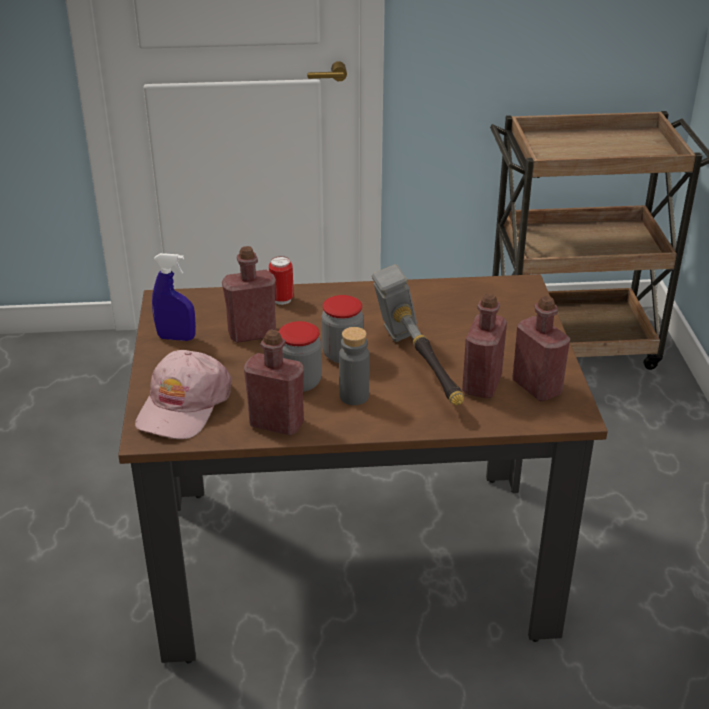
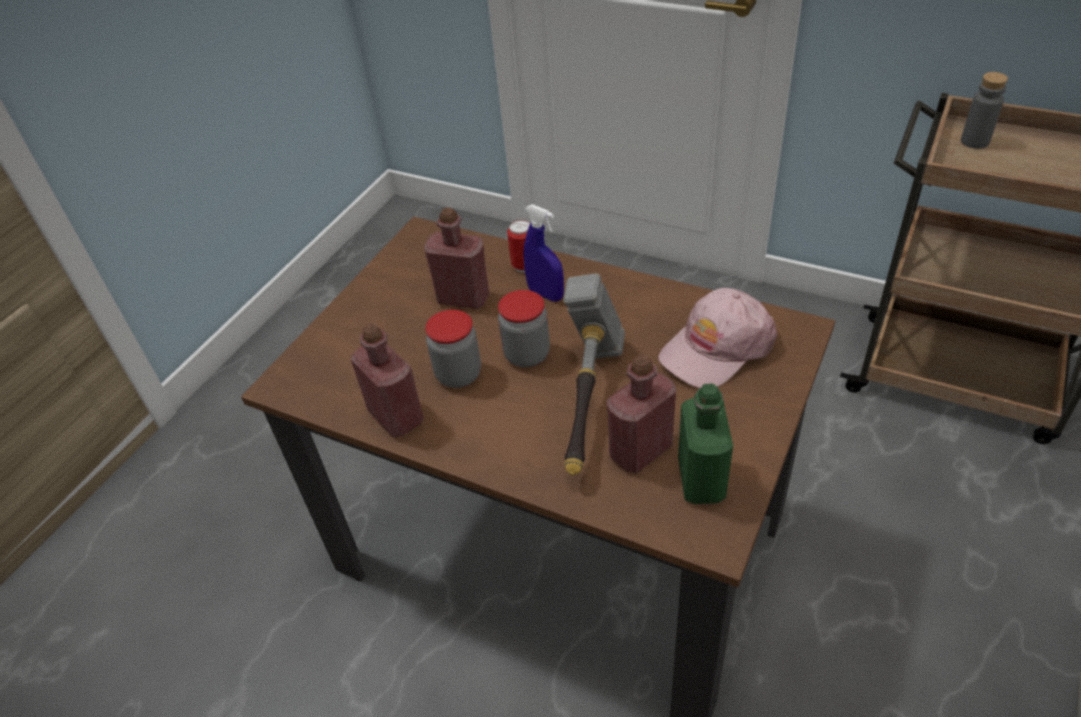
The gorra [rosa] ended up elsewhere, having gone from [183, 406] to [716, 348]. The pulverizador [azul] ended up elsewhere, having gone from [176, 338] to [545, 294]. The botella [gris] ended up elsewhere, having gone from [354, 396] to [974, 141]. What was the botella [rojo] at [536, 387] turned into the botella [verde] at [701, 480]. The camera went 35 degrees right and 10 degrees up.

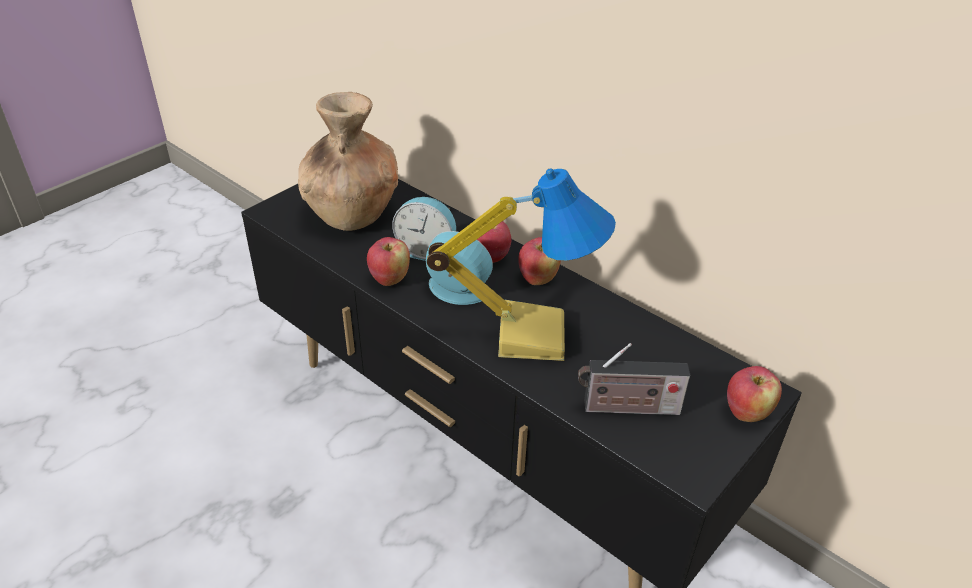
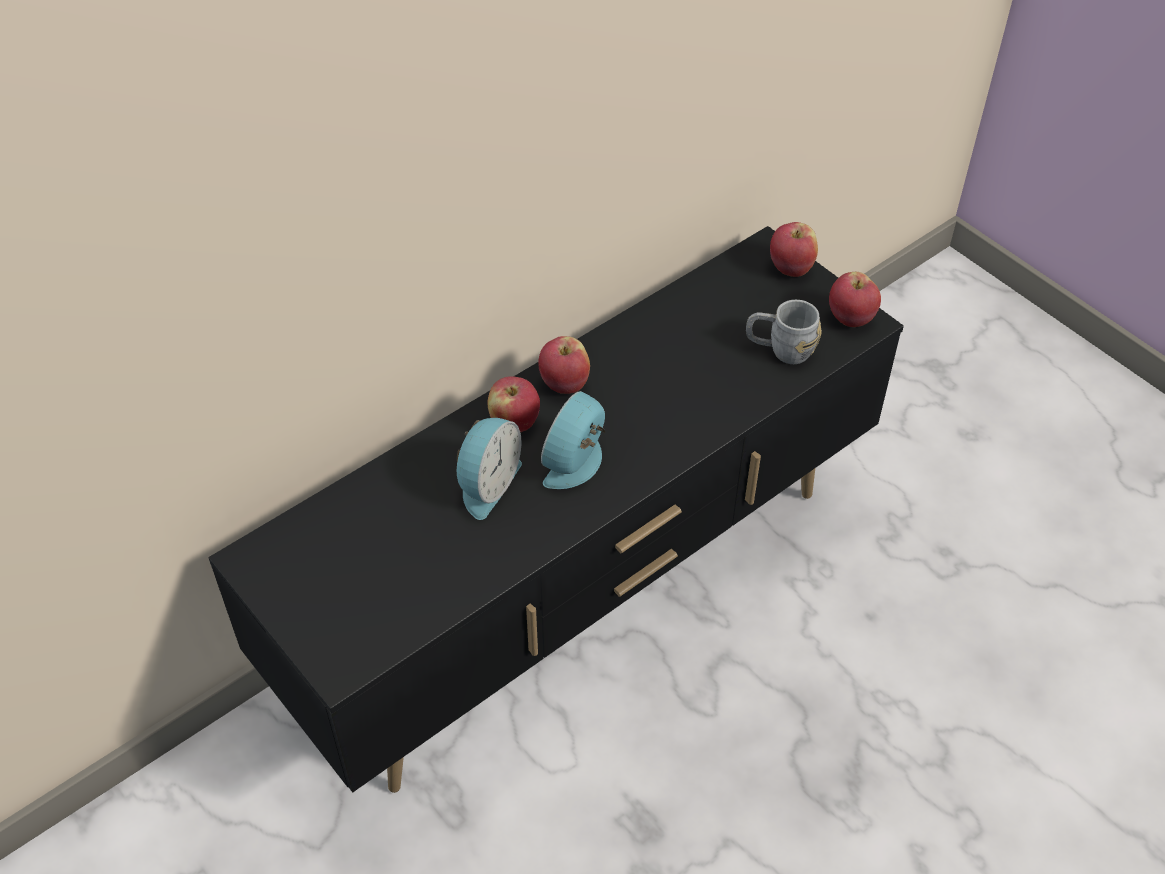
The second view lost the florero [marrón] at [352, 212]. The second view lost the lámpara de mesa at [530, 334]. The manzana ended up elsewhere, having gone from [389, 278] to [850, 318]. Where the radio stood at [627, 408], the taza grande [gris] came to stand at [780, 350]. The camera went 80 degrees left and 10 degrees up.

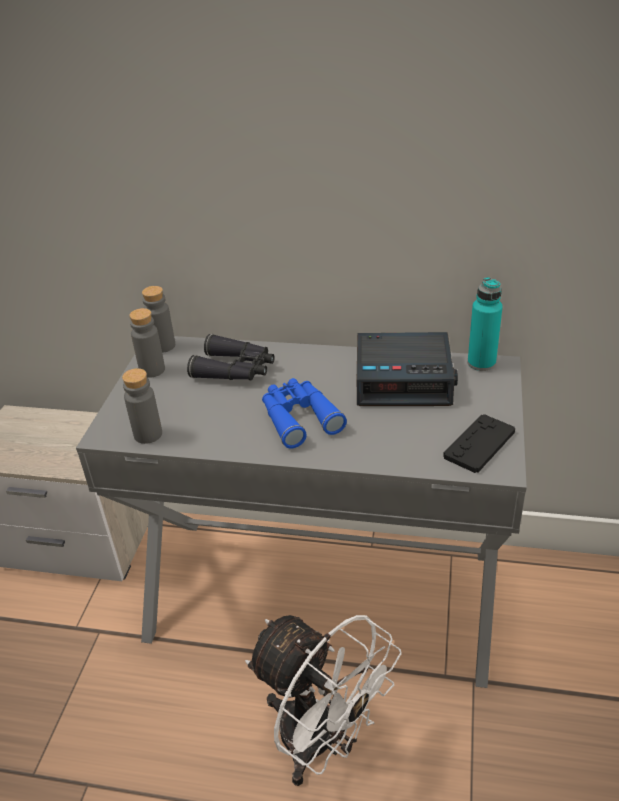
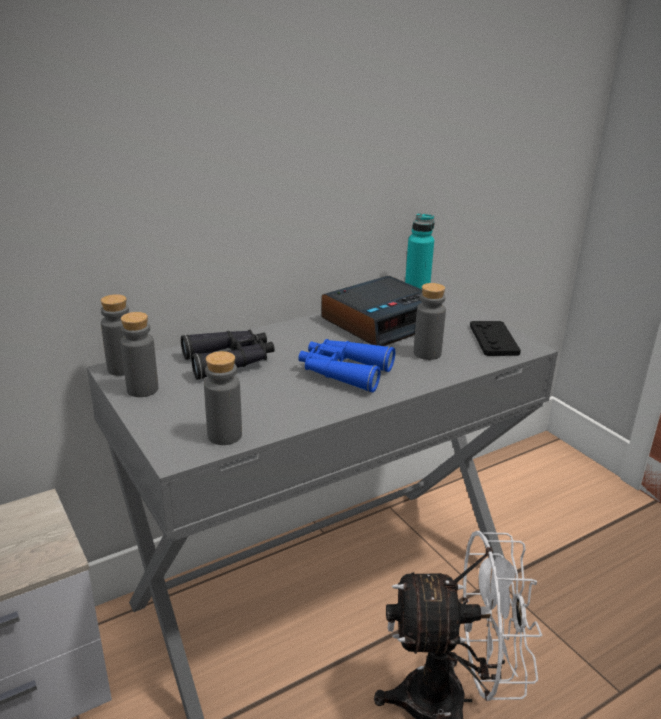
The second view gained the botella [gris] at [427, 353]. The camera went 45 degrees left and 10 degrees down.

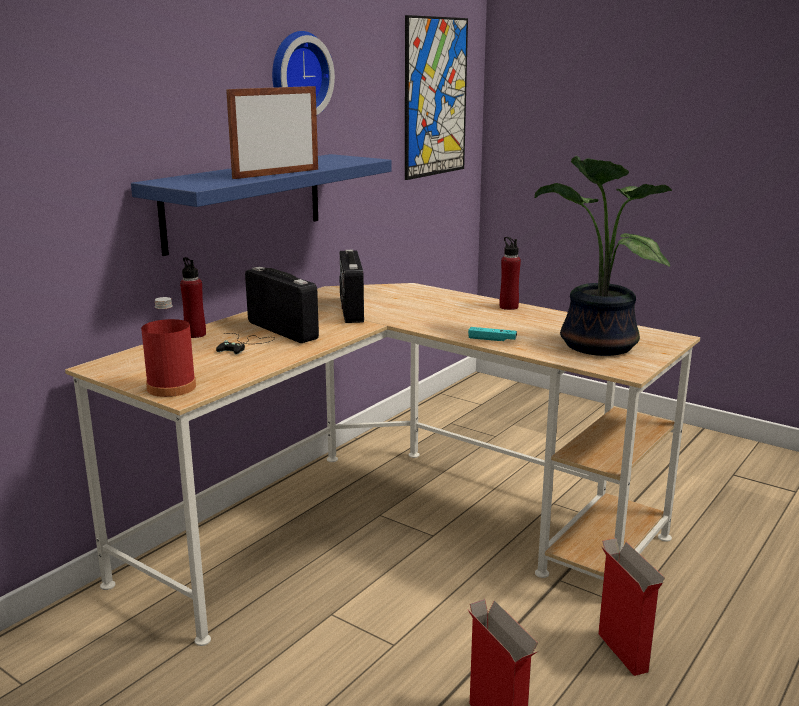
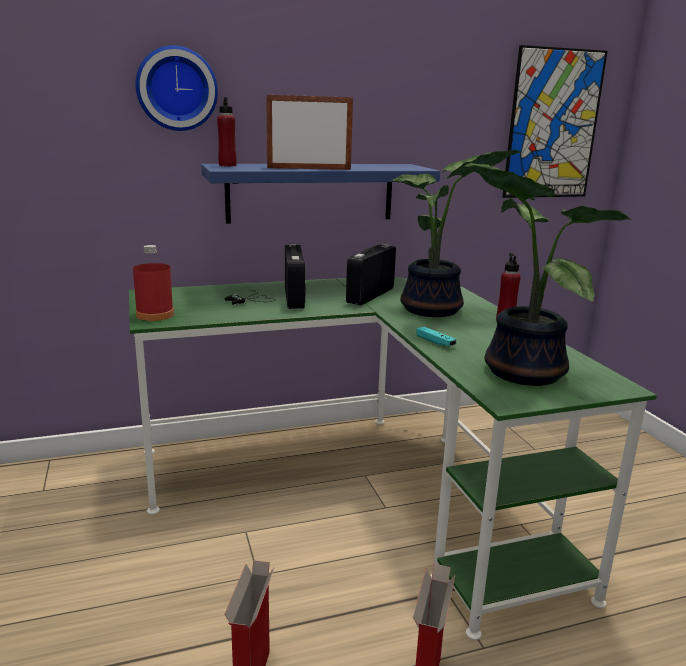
The second view gained the planta en maceta at [434, 310]. The botella [rojo] ended up elsewhere, having gone from [195, 334] to [227, 165]. The reloj de pared ended up elsewhere, having gone from [297, 76] to [176, 89]. What was the escritorio [beis] at [390, 526] turned into the escritorio [verde] at [362, 487]. The camera went 35 degrees right and 0 degrees up.

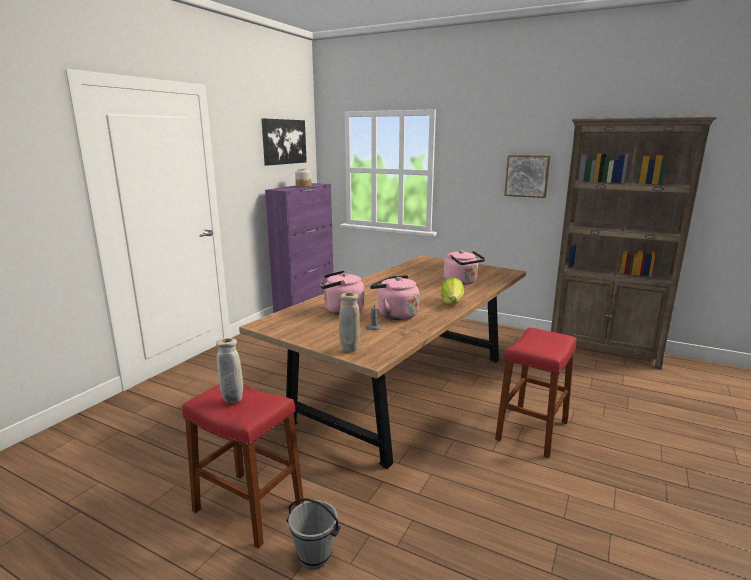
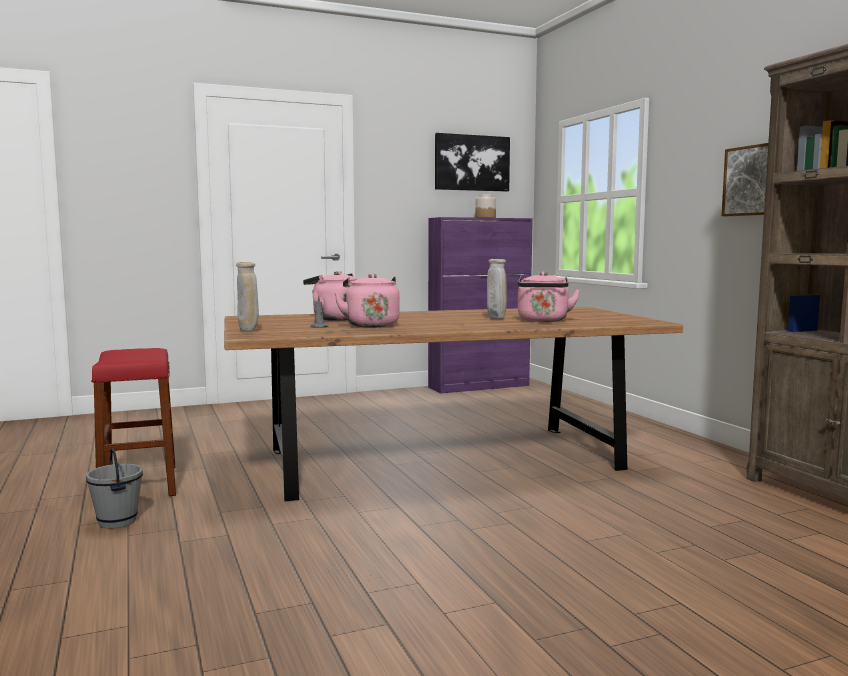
The second view lost the lechuga at [452, 303]. The second view lost the taburete [rojo] at [532, 431]. The florero [beis] ended up elsewhere, having gone from [232, 401] to [496, 318]. The camera went 40 degrees right and 10 degrees down.

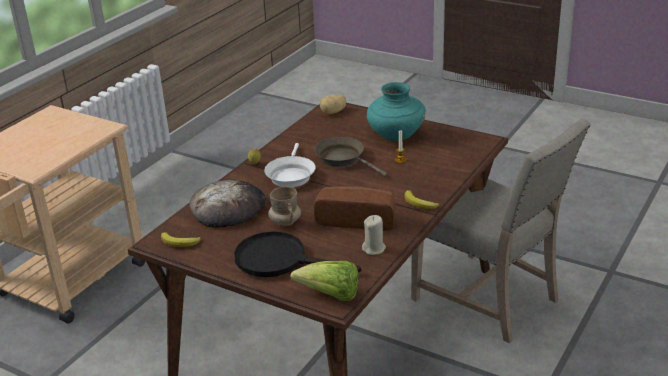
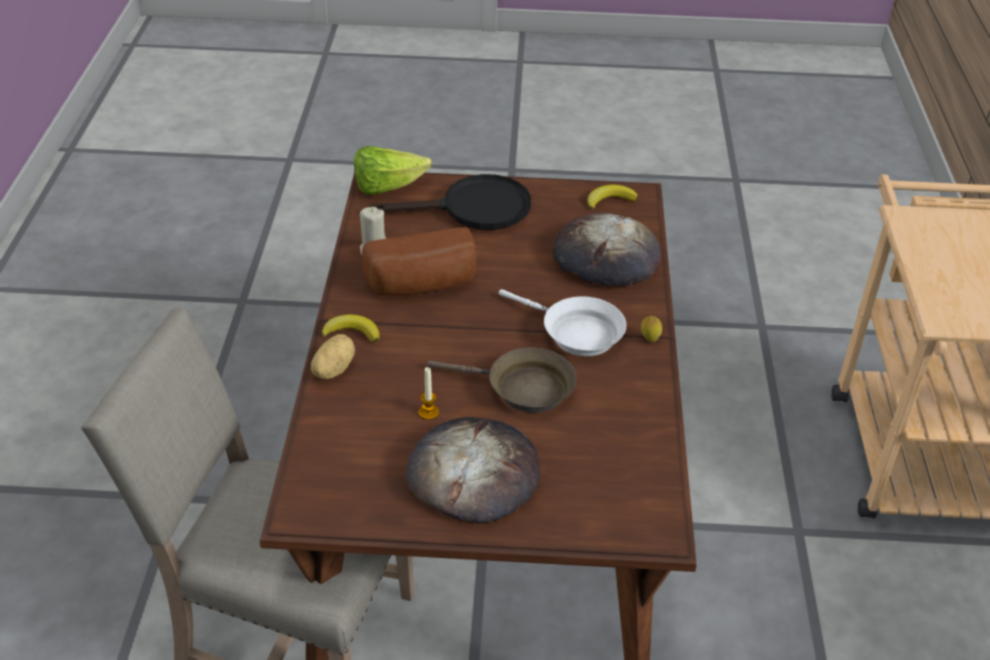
The second view lost the taza grande [beis] at [285, 222]. The patata ended up elsewhere, having gone from [333, 112] to [332, 369]. Where the florero [turquesa] stood at [395, 136], the pan came to stand at [473, 474]. The sartén [blanco] at [290, 175] ended up facing another way, 150 degrees clockwise from before. The camera went 150 degrees right and 10 degrees up.

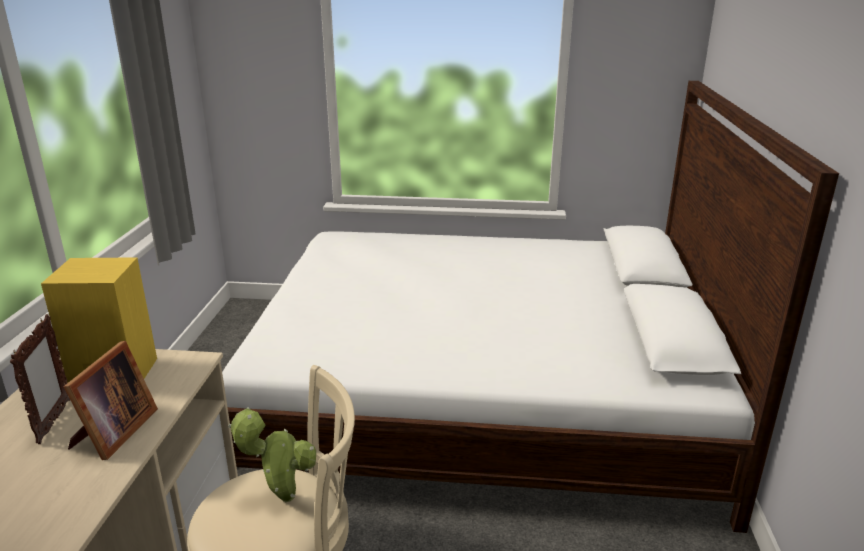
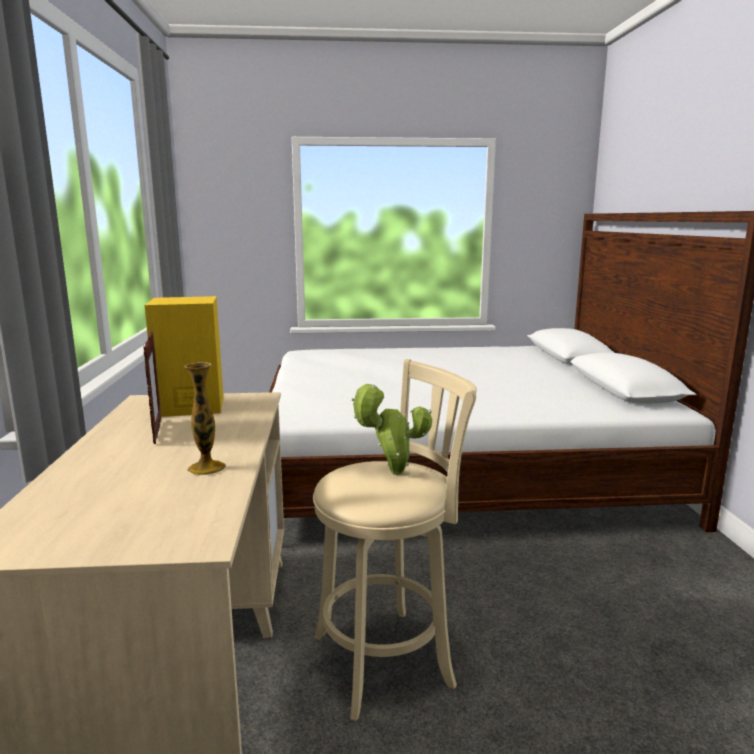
The second view lost the portarretratos at [113, 433]. The second view gained the florero at [207, 468]. The camera went 10 degrees left and 10 degrees down.

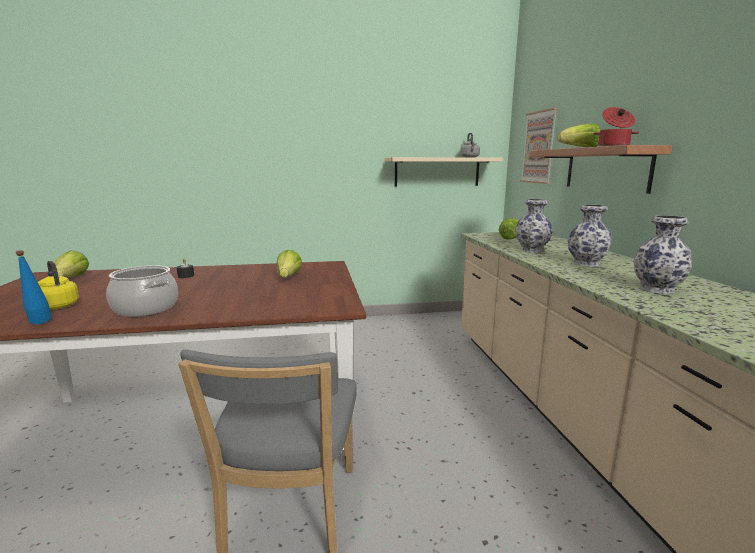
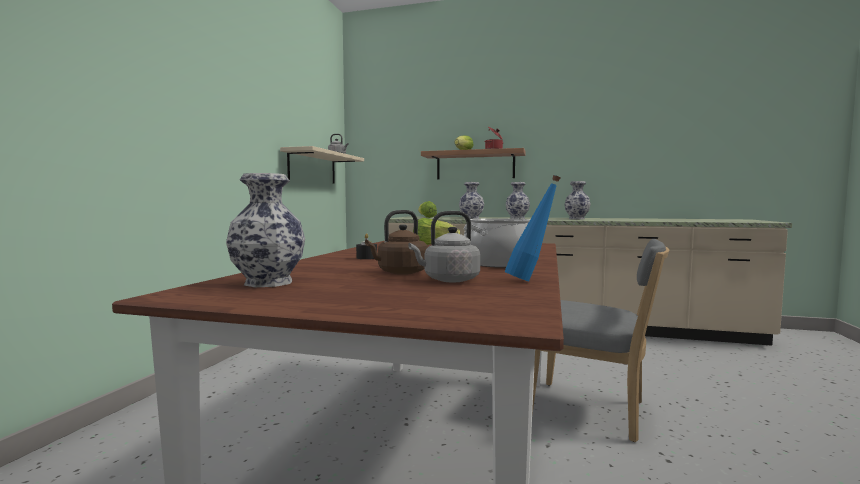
The second view lost the cuadro at [539, 147]. The second view gained the hervidor [marrón] at [400, 273]. Where the lechuga stood at [72, 278], the florero came to stand at [268, 282]. What was the hervidor [amarillo] at [57, 306] turned into the hervidor [gris] at [448, 280]. The camera went 65 degrees left and 10 degrees down.

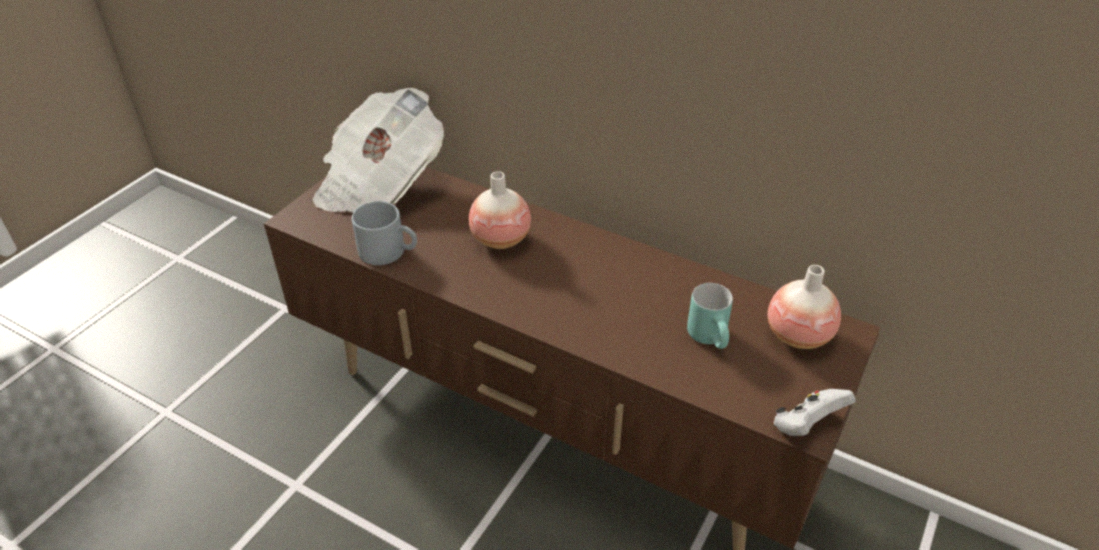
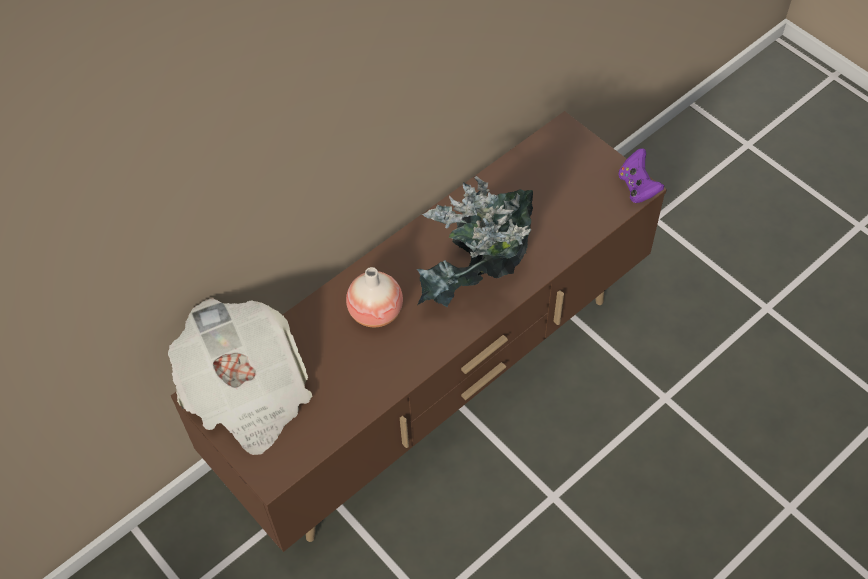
The second view lost the taza grande [gris] at [389, 251]. The second view lost the taza grande [turquesa] at [712, 339]. The second view lost the florero at [798, 336]. The second view gained the planta en maceta at [478, 287]. What was the mando de consola [blanco] at [806, 426] turned into the mando de consola [morado] at [637, 187]. The camera went 70 degrees left and 15 degrees up.

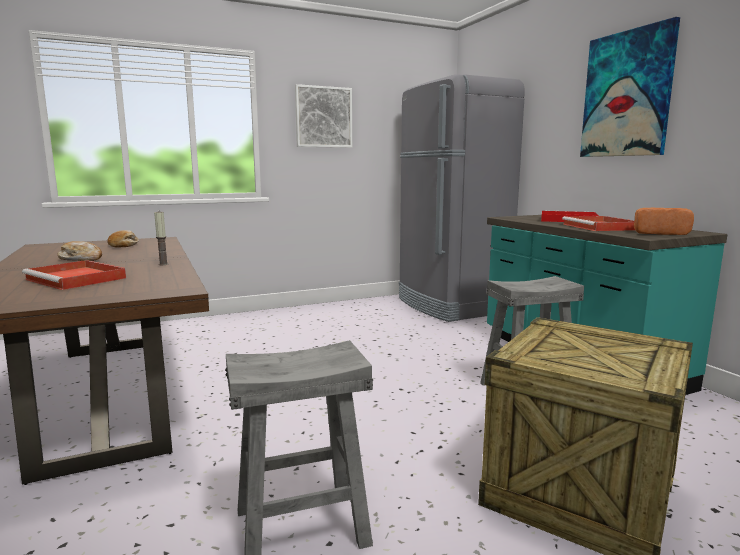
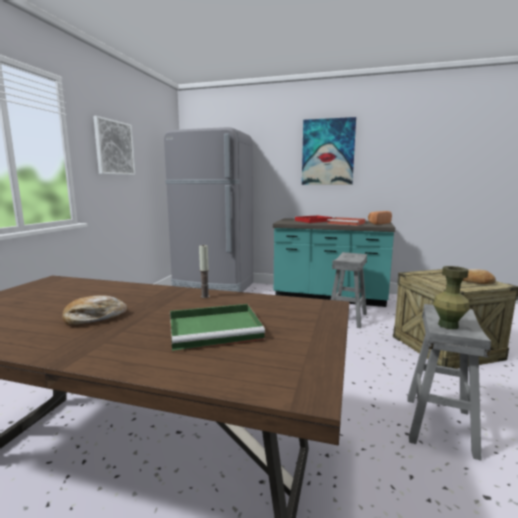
The second view gained the florero [verde] at [448, 325]. The pan ended up elsewhere, having gone from [124, 245] to [476, 282]. What was the bandeja [rojo] at [77, 279] turned into the bandeja [verde] at [216, 329]. The camera went 50 degrees left and 0 degrees up.

